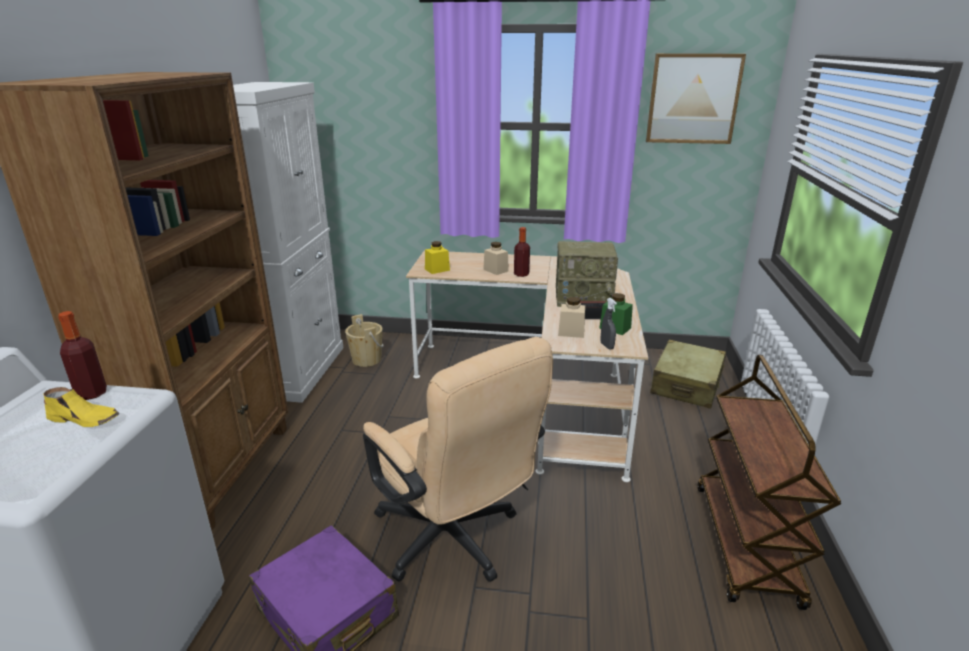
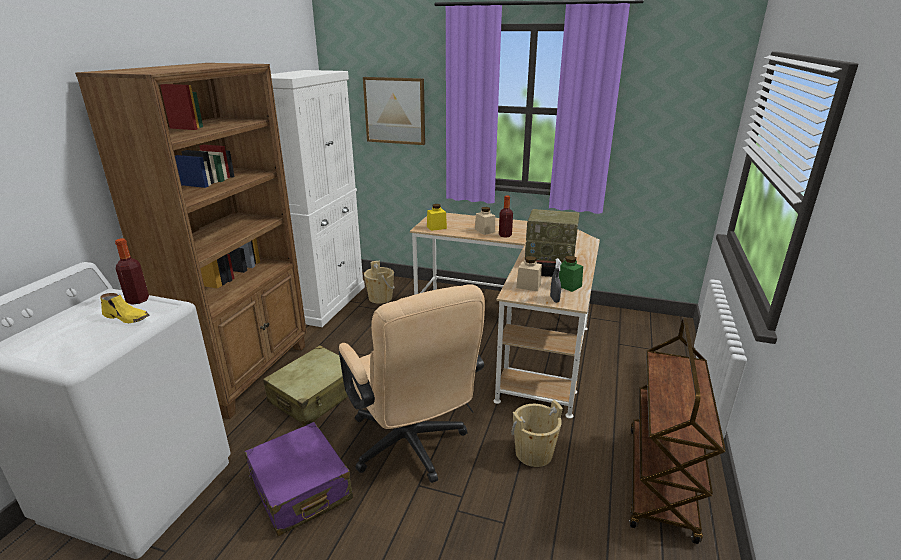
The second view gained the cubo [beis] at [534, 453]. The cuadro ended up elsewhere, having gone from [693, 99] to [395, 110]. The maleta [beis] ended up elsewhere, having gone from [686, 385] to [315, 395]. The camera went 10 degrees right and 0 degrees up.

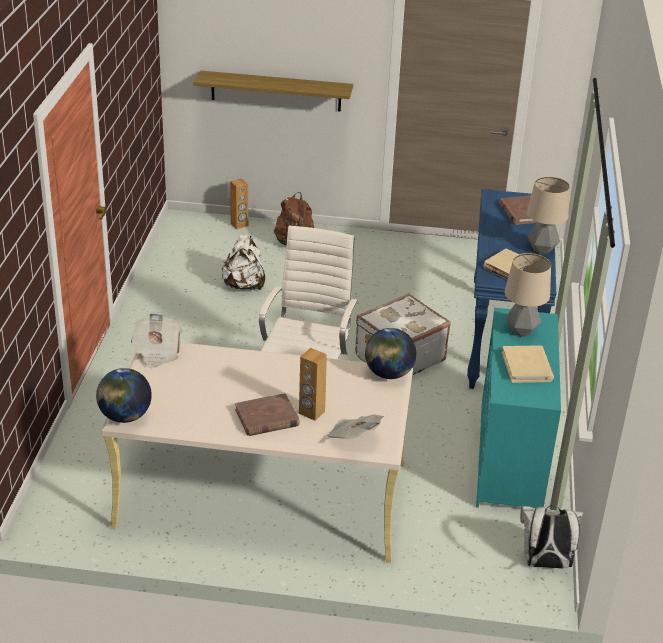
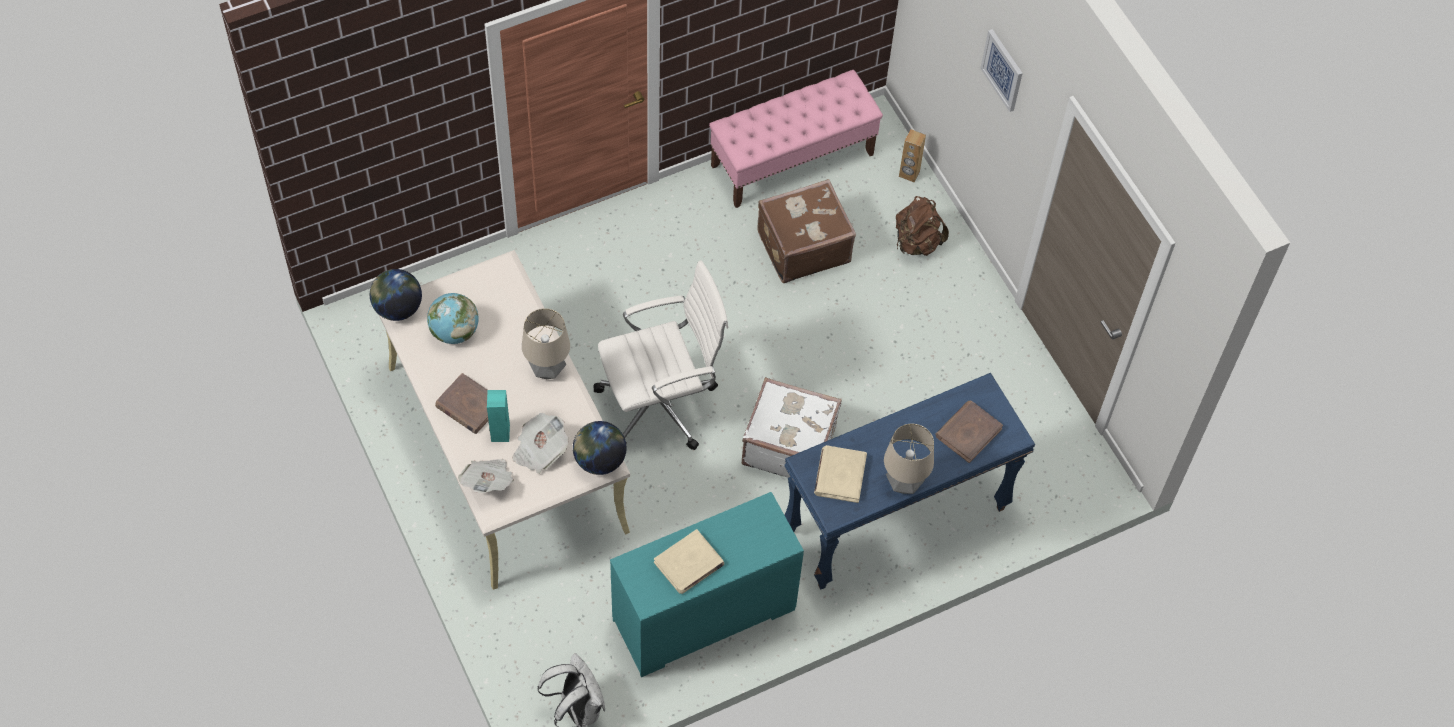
The second view lost the estante at [276, 91]. The second view gained the globo terráqueo at [454, 331]. The second view gained the banco [rosa] at [792, 160]. The second view gained the cuadro at [1003, 70]. The periódico ended up elsewhere, having gone from [157, 352] to [539, 450]. The lámpara de mesa ended up elsewhere, having gone from [521, 331] to [547, 370]. Where the mochila [blanco] stood at [244, 285], the maleta [marrón] came to stand at [802, 246]. What was the altavoz [marrón] at [311, 412] turned into the altavoz [turquesa] at [500, 433]. The camera went 55 degrees right and 25 degrees up.

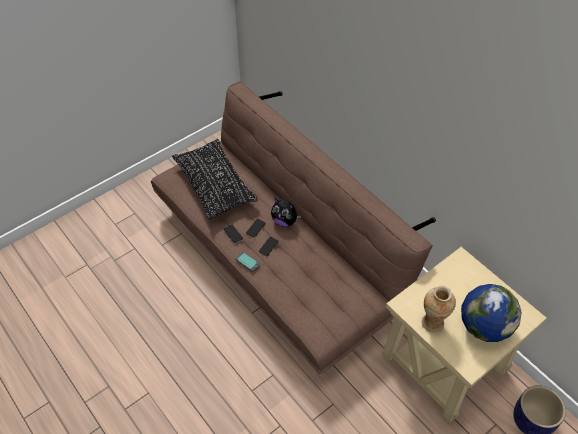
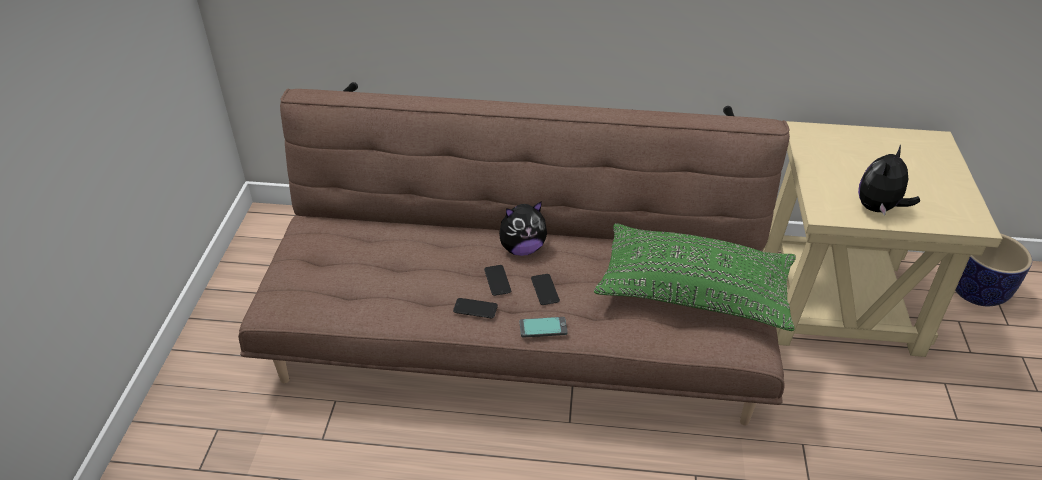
The second view lost the cojín [negro] at [214, 185]. The second view lost the globo terráqueo at [483, 327]. The second view gained the cojín [verde] at [694, 291]. Where the florero stood at [432, 322], the peluche came to stand at [878, 208]. The camera went 45 degrees left and 10 degrees down.

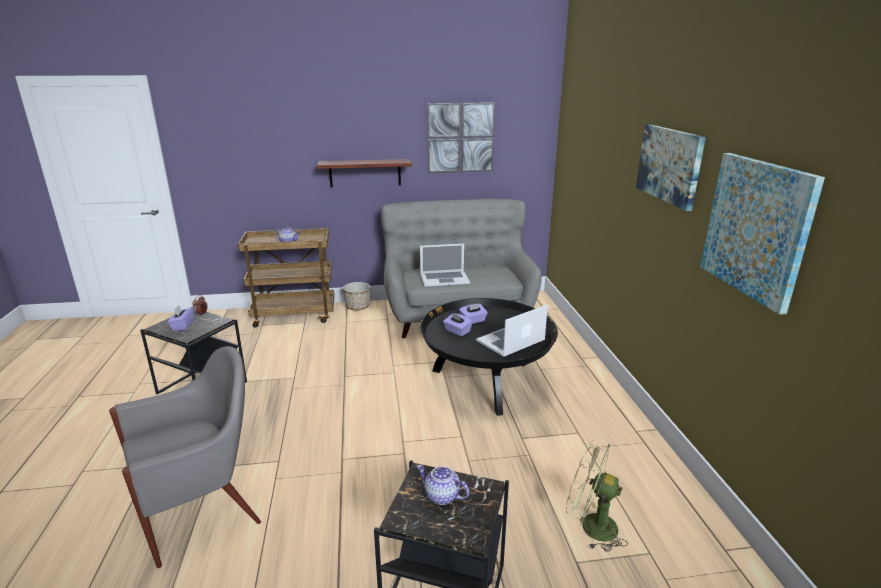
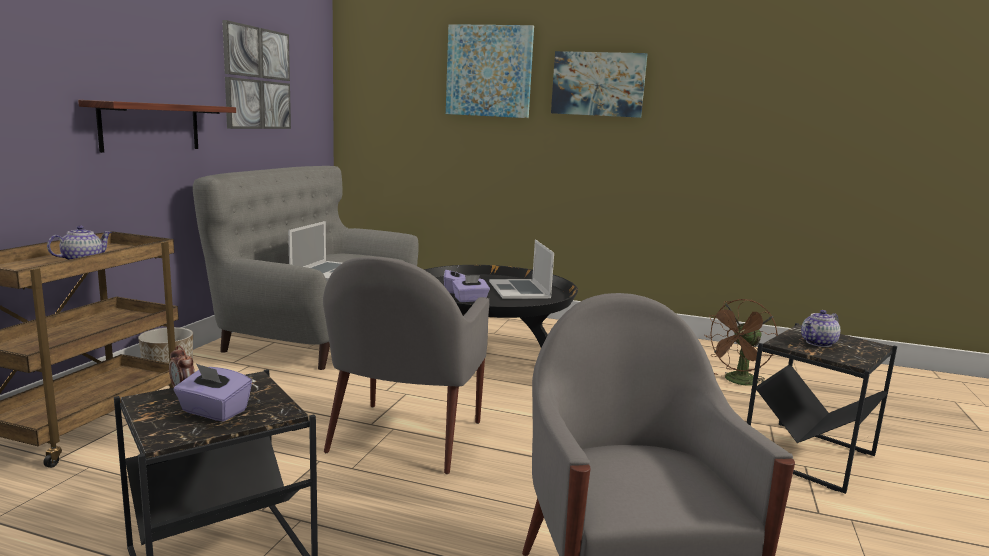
The second view gained the sillón [gris] at [404, 438]. The cuadro ended up elsewhere, having gone from [756, 228] to [489, 71]. What was the ventilador [verde] at [590, 526] turned into the ventilador [marrón] at [738, 382]. The camera went 65 degrees left and 10 degrees down.

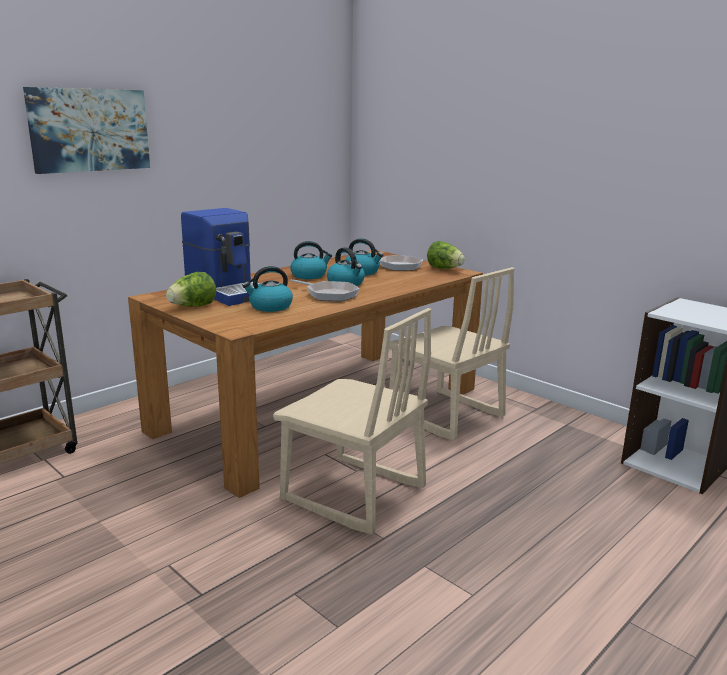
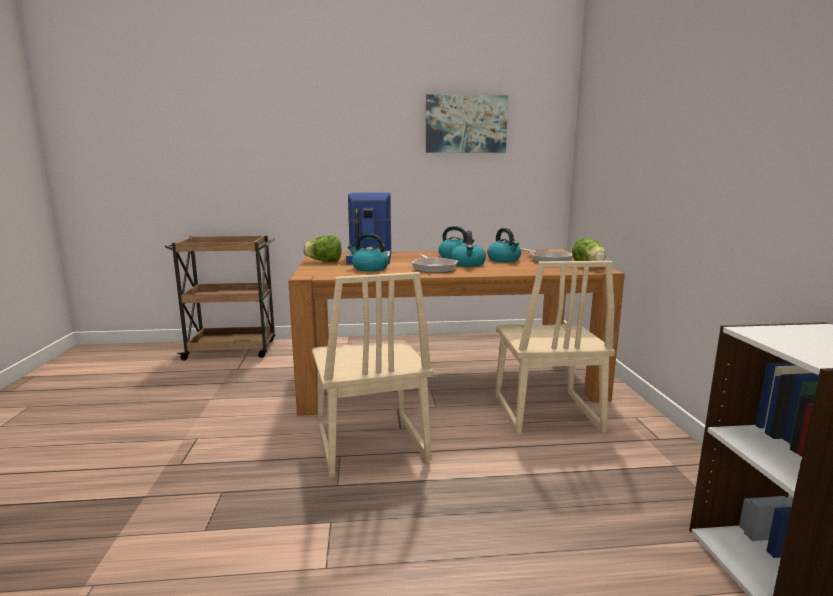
The cuadro ended up elsewhere, having gone from [89, 130] to [466, 124]. The camera went 40 degrees right and 5 degrees down.

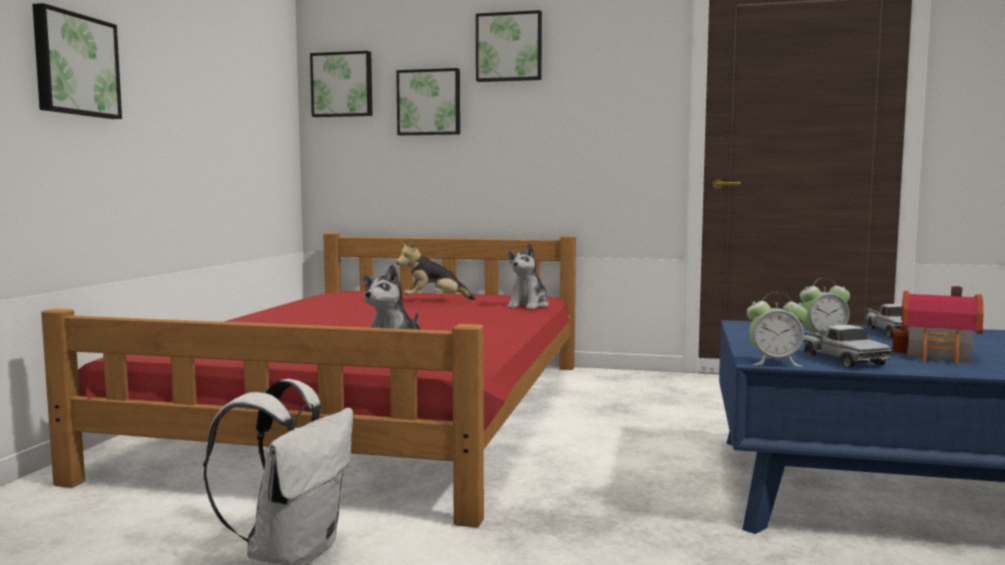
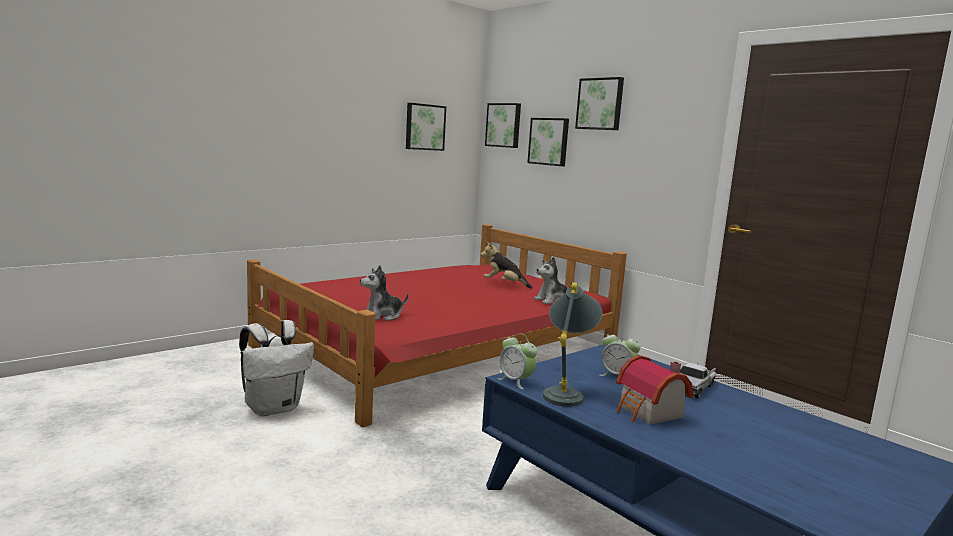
The cuadro ended up elsewhere, having gone from [74, 65] to [424, 127]. Where the camión de juguete stood at [840, 359], the lámpara de mesa [gris] came to stand at [566, 392]. The camera went 35 degrees right and 5 degrees up.

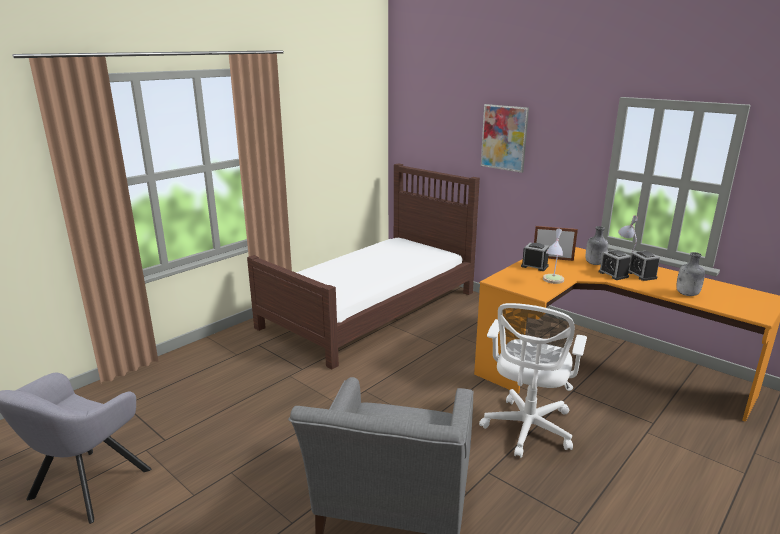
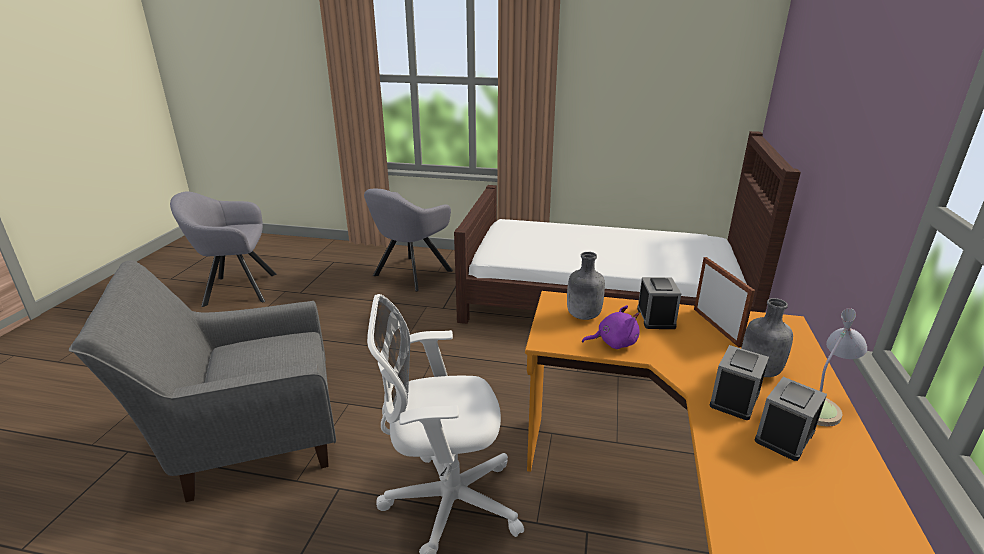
The second view lost the cuadro at [504, 137]. The second view gained the sillón [gris] at [409, 274]. The botella [gris] ended up elsewhere, having gone from [687, 294] to [583, 316]. Where the lámpara de mesa stood at [552, 281], the peluche [morado] came to stand at [613, 342]. The camera went 60 degrees right and 5 degrees up.

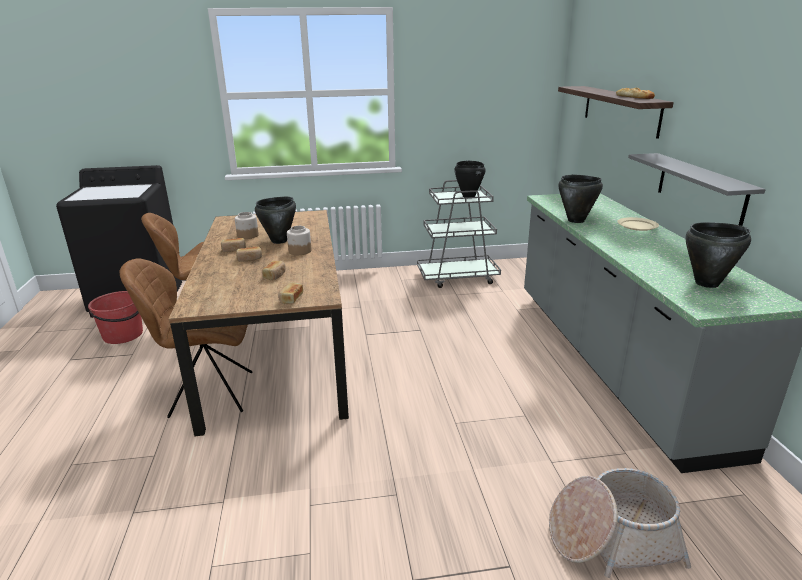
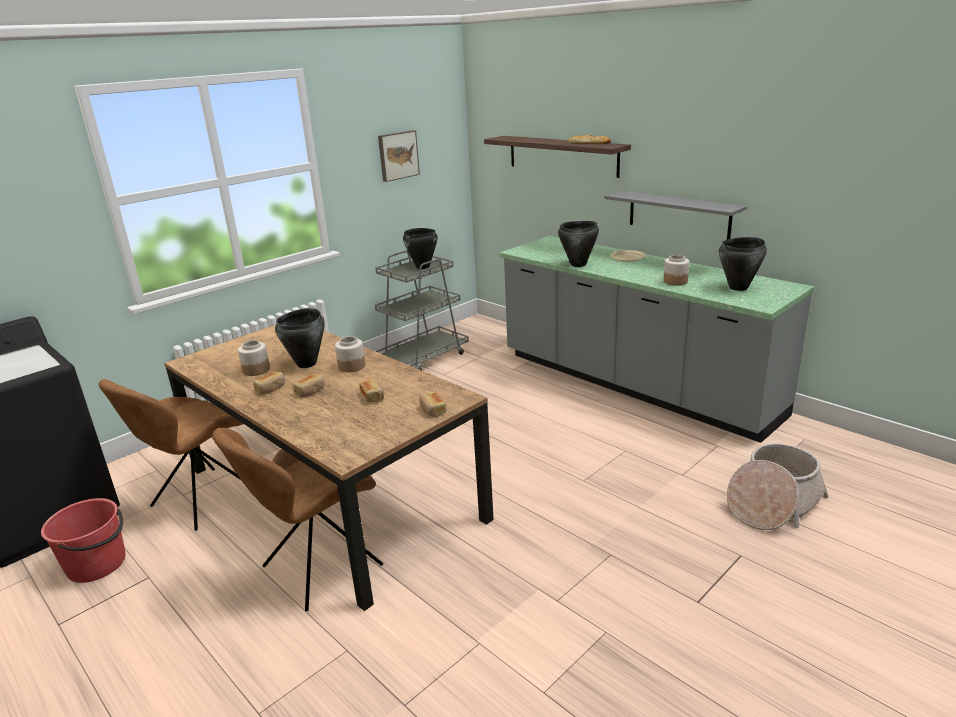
The second view gained the cuadro at [397, 155]. The second view gained the tarro at [675, 281]. The camera went 35 degrees left and 0 degrees up.

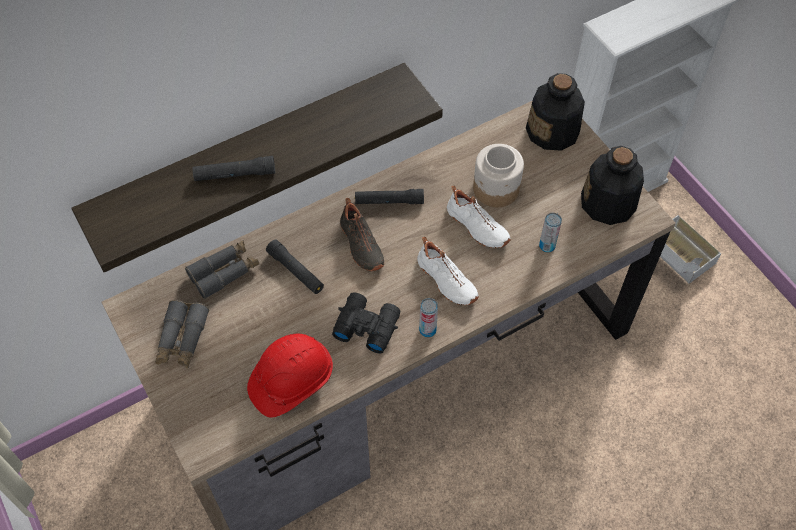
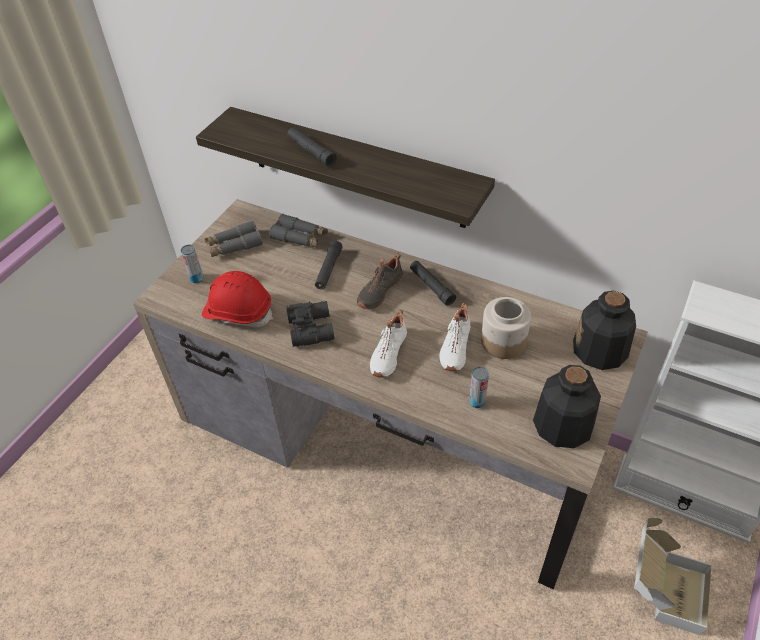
The lata ended up elsewhere, having gone from [427, 330] to [196, 278]. The camera went 60 degrees right and 10 degrees down.

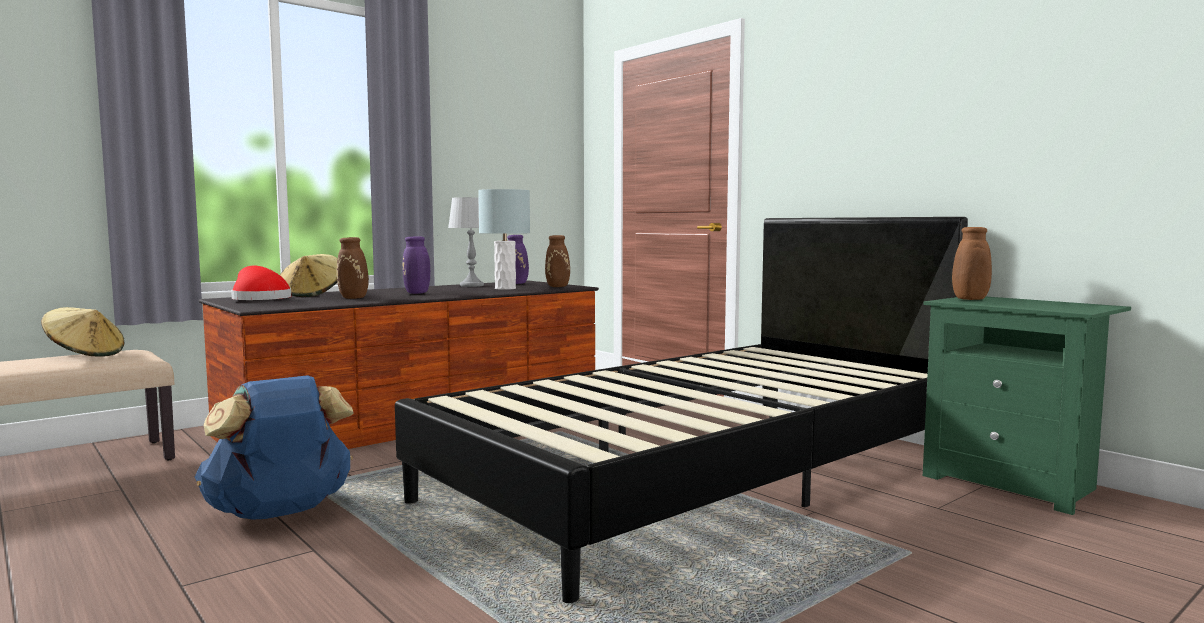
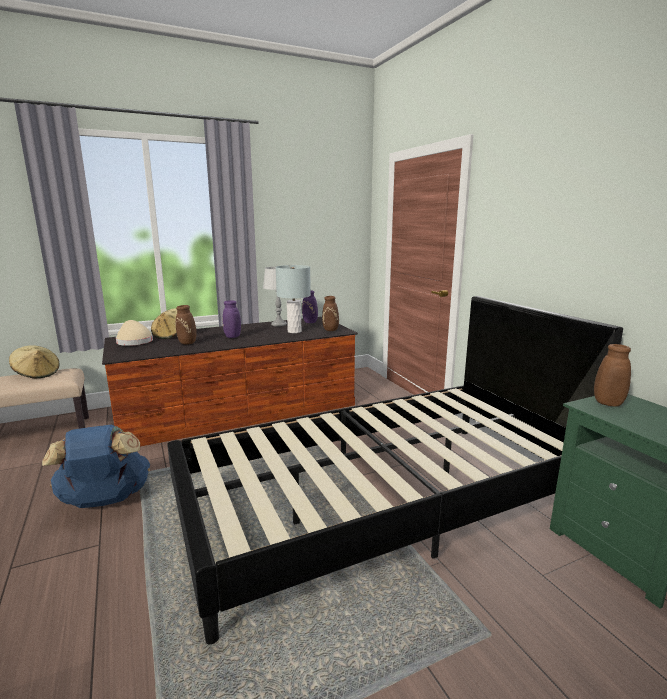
What was the sombrero [rojo] at [259, 299] turned into the sombrero [beis] at [134, 341]. The camera went 15 degrees right and 10 degrees up.

